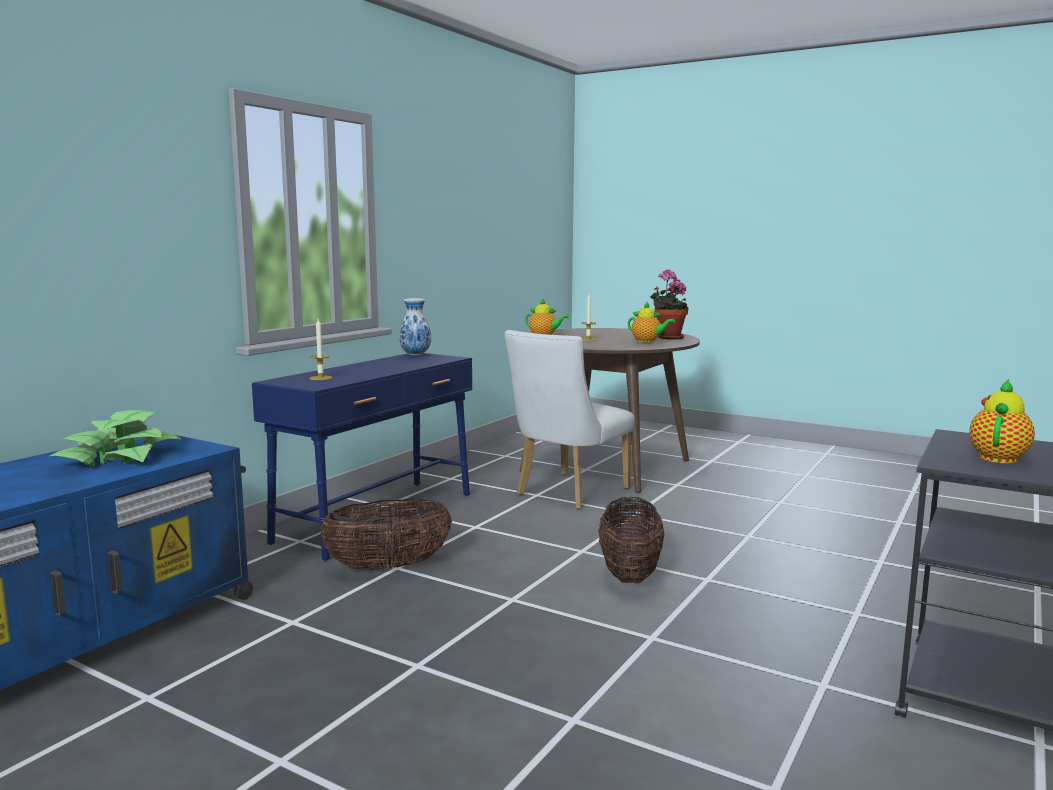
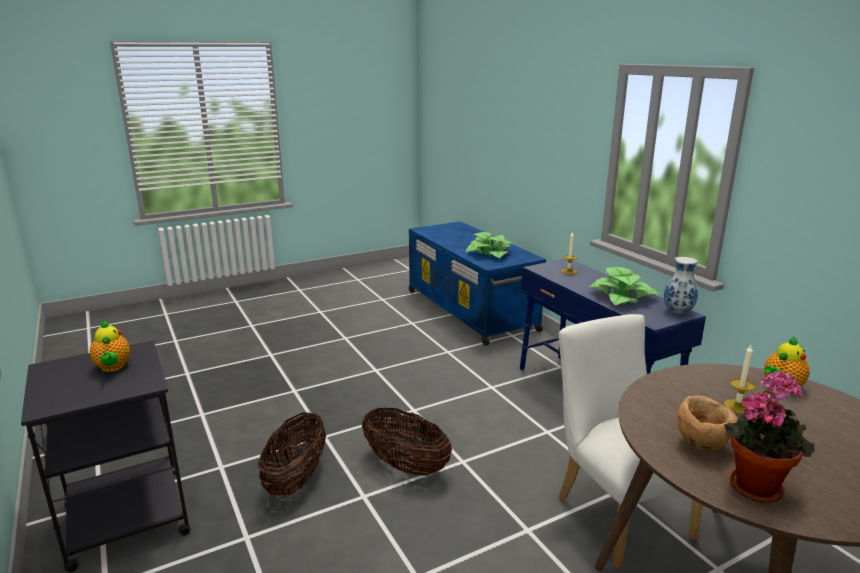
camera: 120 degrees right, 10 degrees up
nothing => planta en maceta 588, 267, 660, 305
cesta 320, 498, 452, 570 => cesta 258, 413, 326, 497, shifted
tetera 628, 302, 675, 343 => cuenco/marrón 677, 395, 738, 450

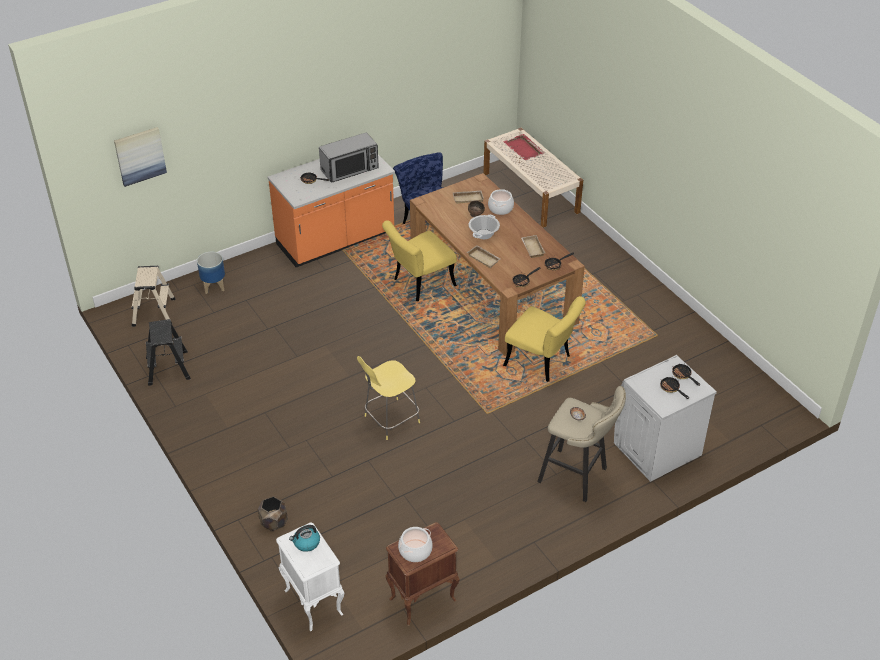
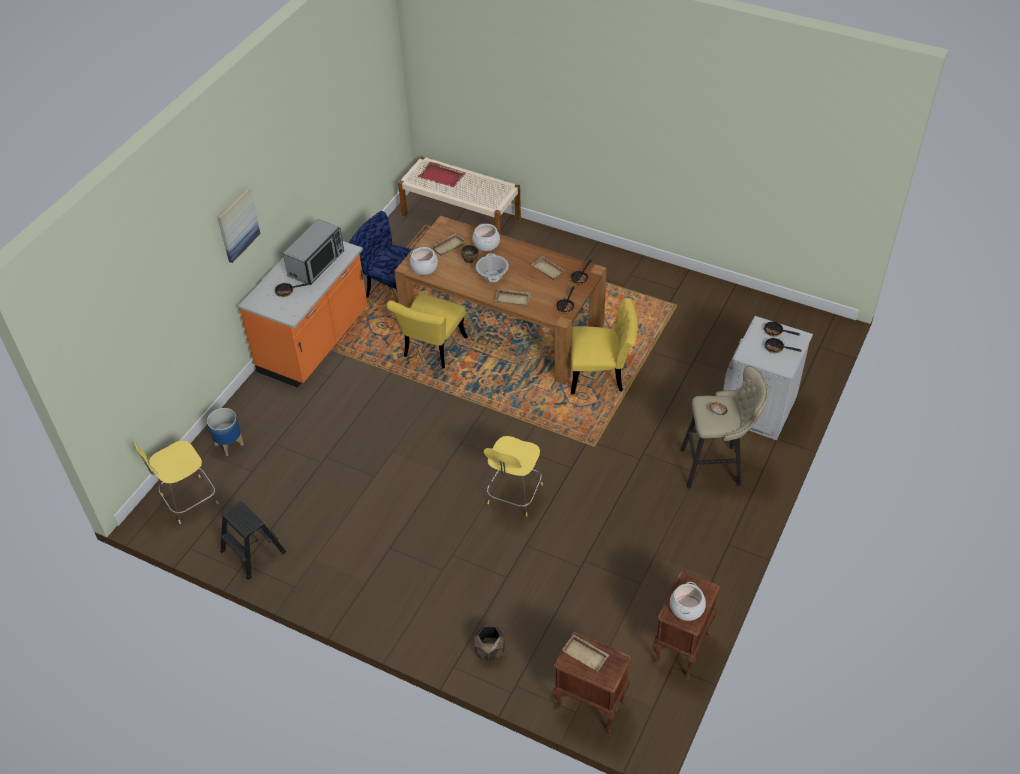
camera: 30 degrees left, 5 degrees up
nothing => olla 410, 247, 438, 275
cuadro 114, 127, 167, 187 => cuadro 217, 188, 261, 263, shifted
escalera de tijera/beis 131, 266, 176, 327 => taburete/amarillo 133, 441, 219, 524
hervidor 289, 525, 320, 552 => bandeja/beis 562, 634, 609, 672
mesita de noche/blanco 276, 522, 344, 632 => mesita de noche/marrón 552, 632, 631, 735

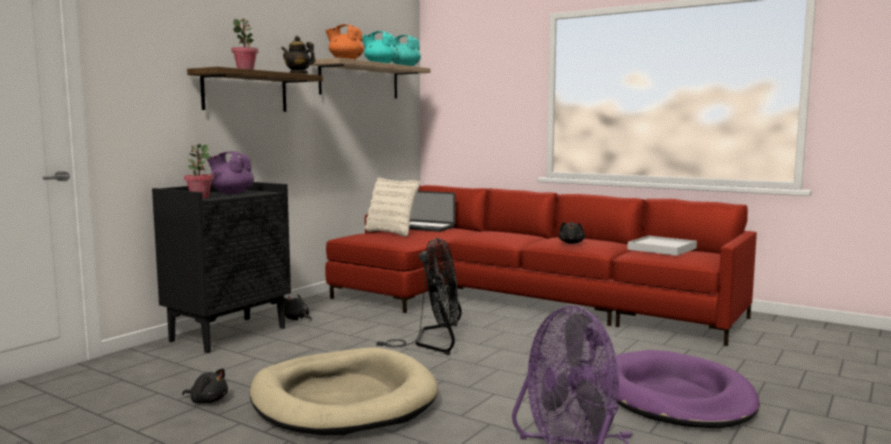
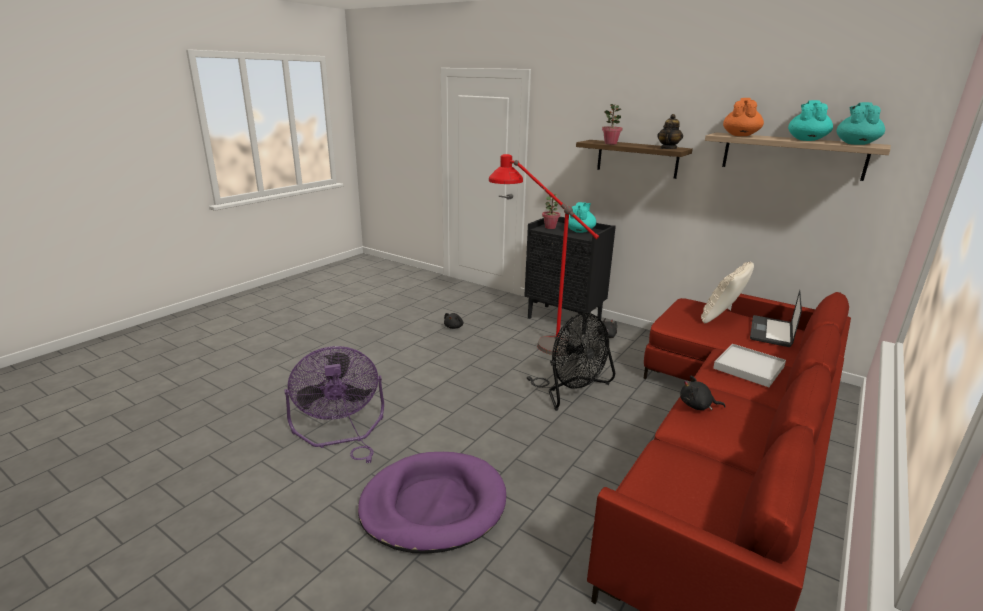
camera: 90 degrees right, 15 degrees up
cama para perro/beis 249, 347, 438, 435 => nothing
nothing => lámpara de pie/rojo 489, 154, 599, 356
bandeja/blanco 627, 236, 697, 256 => bandeja/blanco 713, 344, 786, 387, shifted
tetera/morado 207, 151, 254, 194 => tetera/turquesa 568, 202, 596, 233
ventilador/negro 375, 238, 462, 355 => ventilador/negro 527, 313, 615, 411, 45 degrees counterclockwise

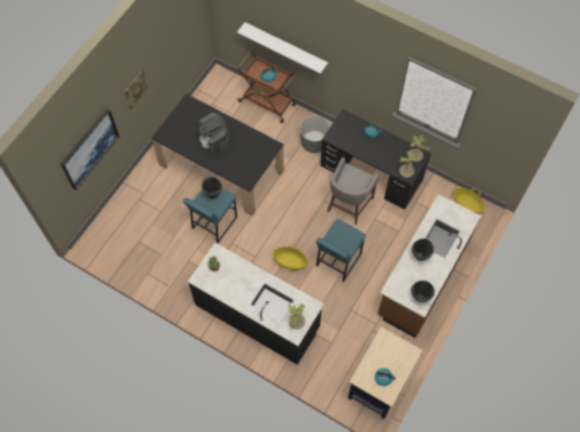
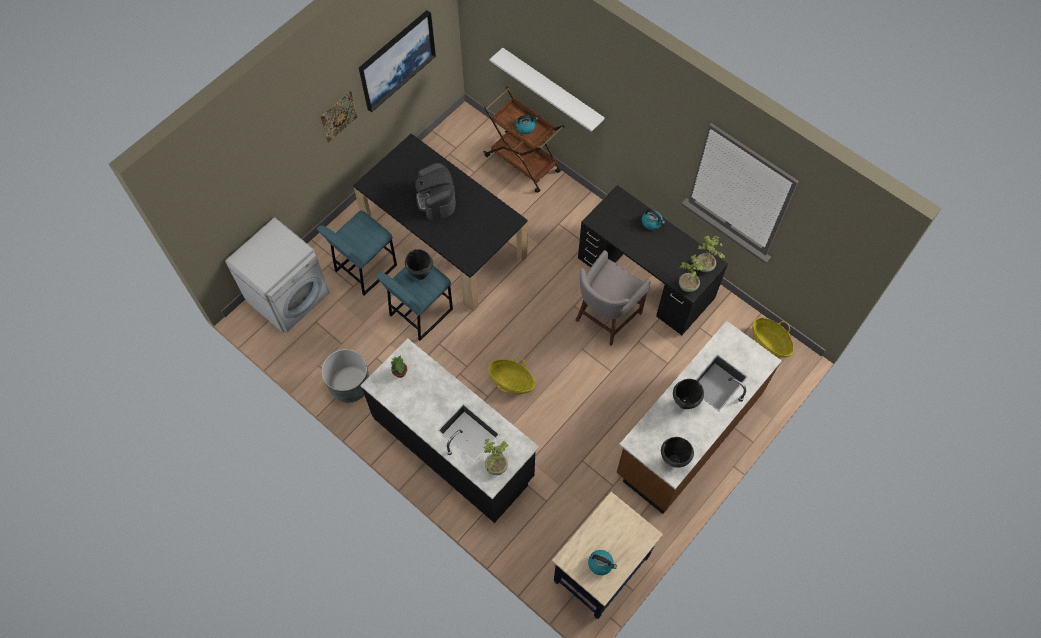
camera: 10 degrees right, 0 degrees up
nothing => lavadora/blanco 225, 217, 329, 332
cuadro 61, 108, 120, 190 => cuadro 359, 10, 436, 113, shifted
maceta/gris 300, 115, 330, 153 => maceta/gris 321, 349, 369, 403, shifted
taburete/azul 316, 219, 366, 282 => taburete/azul 317, 210, 397, 295, shifted

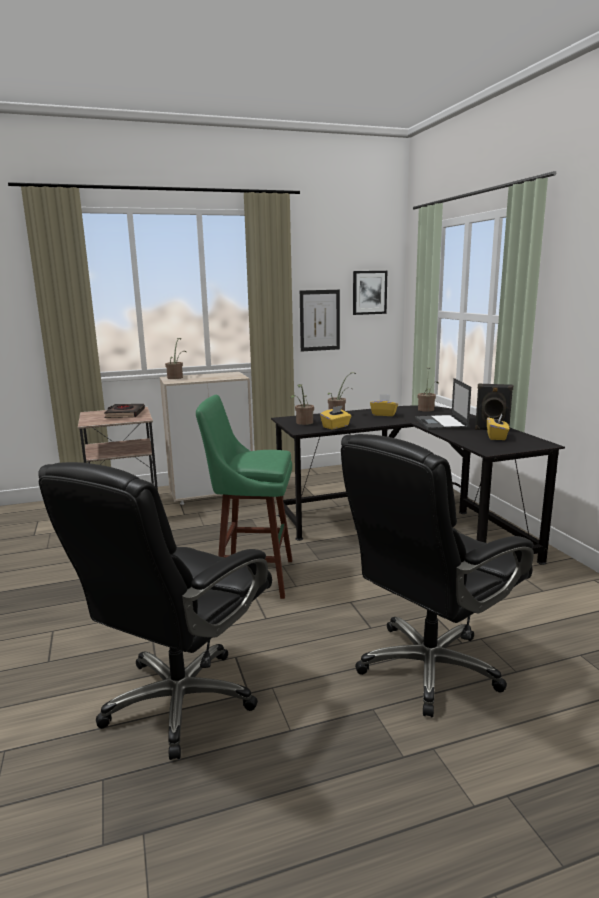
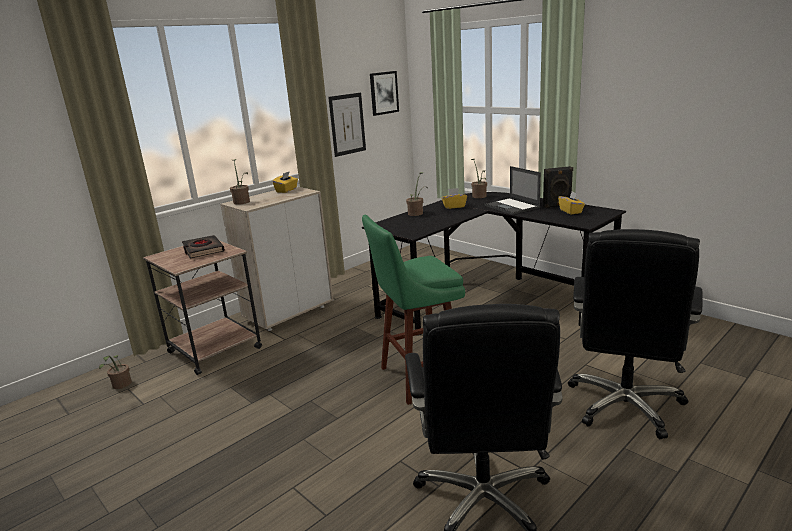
camera: 25 degrees left, 5 degrees up
planta en maceta 291, 384, 314, 425 => planta en maceta 99, 355, 132, 389, shifted
caja de pañuelos/amarillo 320, 405, 351, 430 => caja de pañuelos/amarillo 272, 171, 298, 193, shifted

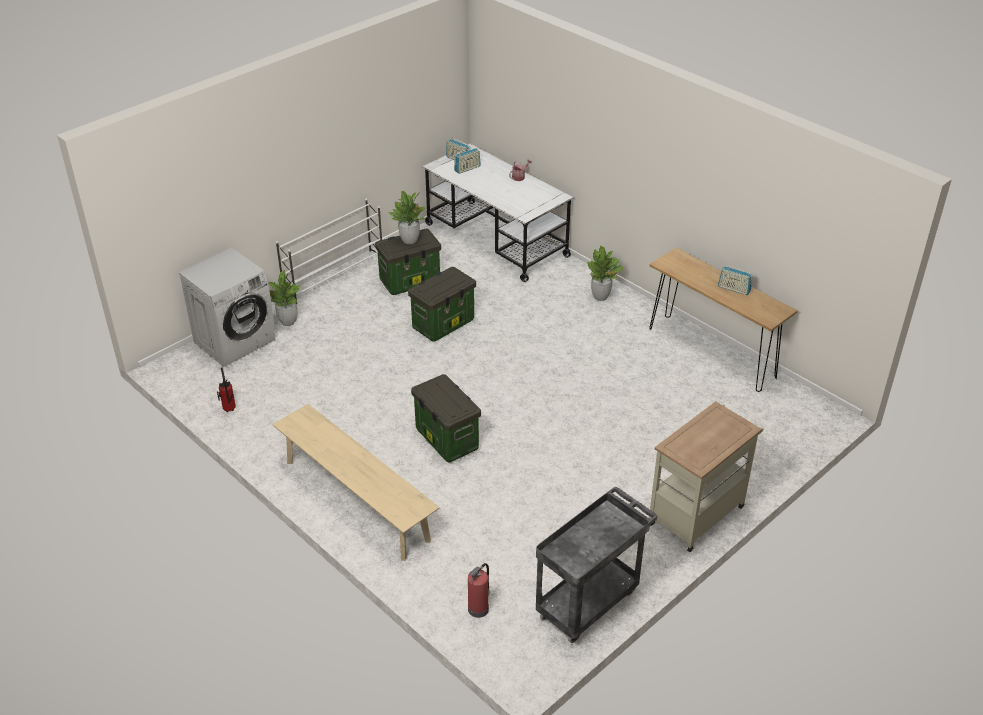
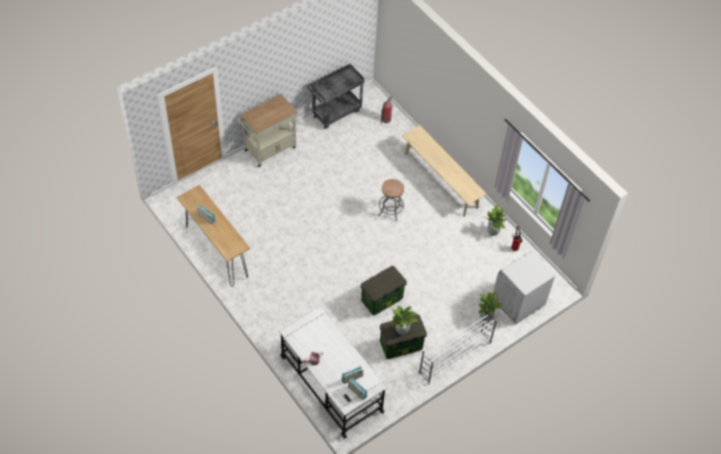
camera: 175 degrees left, 15 degrees up
planta en maceta 587, 246, 624, 301 => planta en maceta 483, 204, 506, 236, shifted
caja de almacenaje 411, 374, 481, 462 => taburete/gris 378, 179, 404, 221

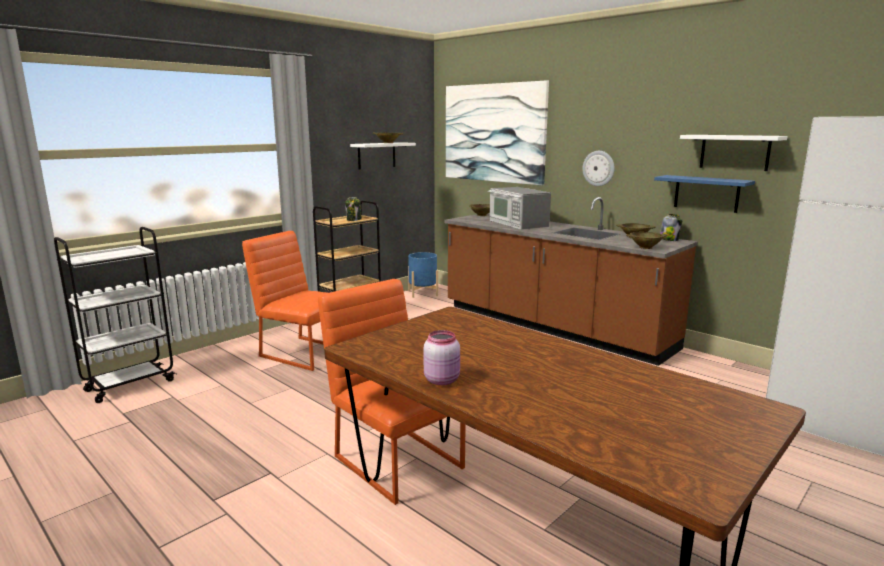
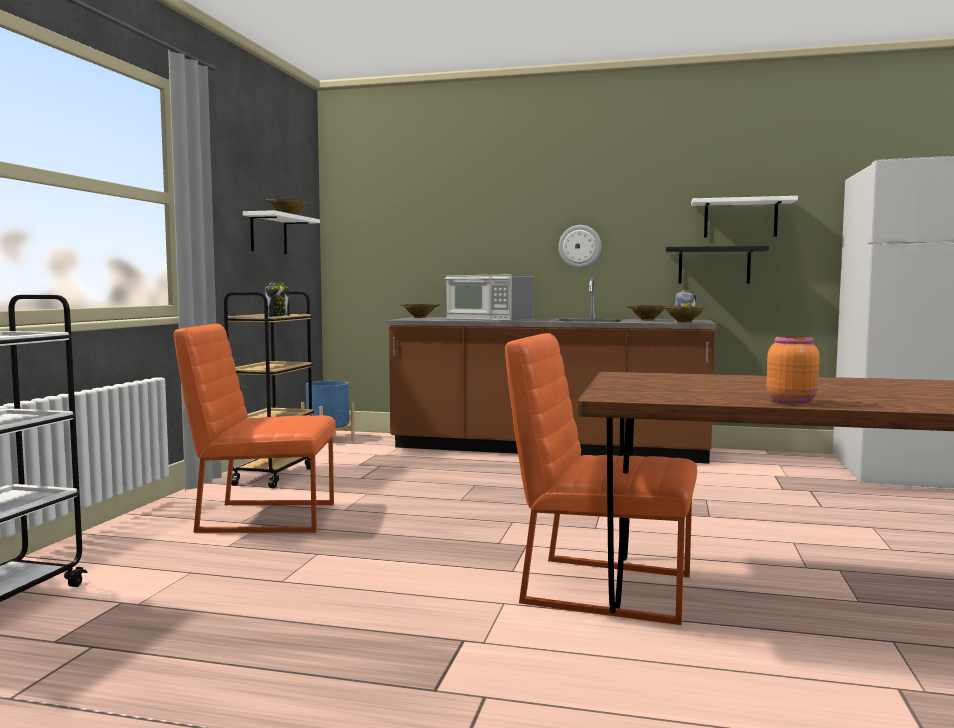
camera: 30 degrees left, 10 degrees down
cuadro 446, 80, 549, 186 => nothing
tarro/rosa 423, 330, 460, 385 => tarro/naranja 766, 336, 820, 404
estante/azul 654, 175, 755, 213 => estante/negro 666, 246, 769, 284

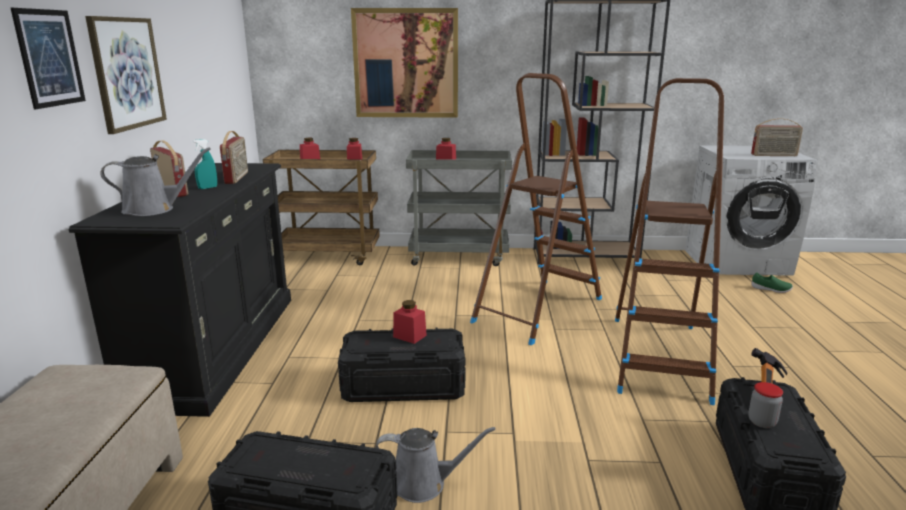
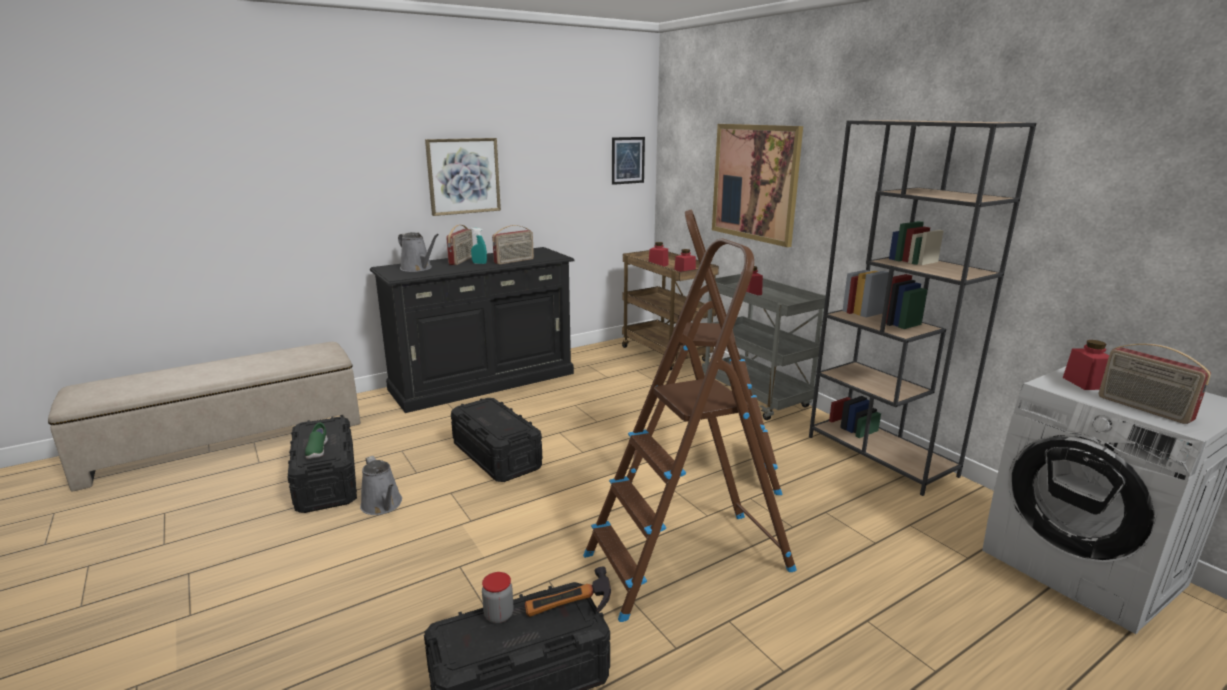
camera: 55 degrees right, 0 degrees up
cuadro 11, 8, 86, 109 => cuadro 612, 137, 645, 185, shifted
tarro/rojo 393, 300, 427, 344 => tarro/rojo 1063, 340, 1109, 390, shifted
zapato/verde 751, 272, 793, 293 => zapato/verde 305, 423, 328, 459, shifted

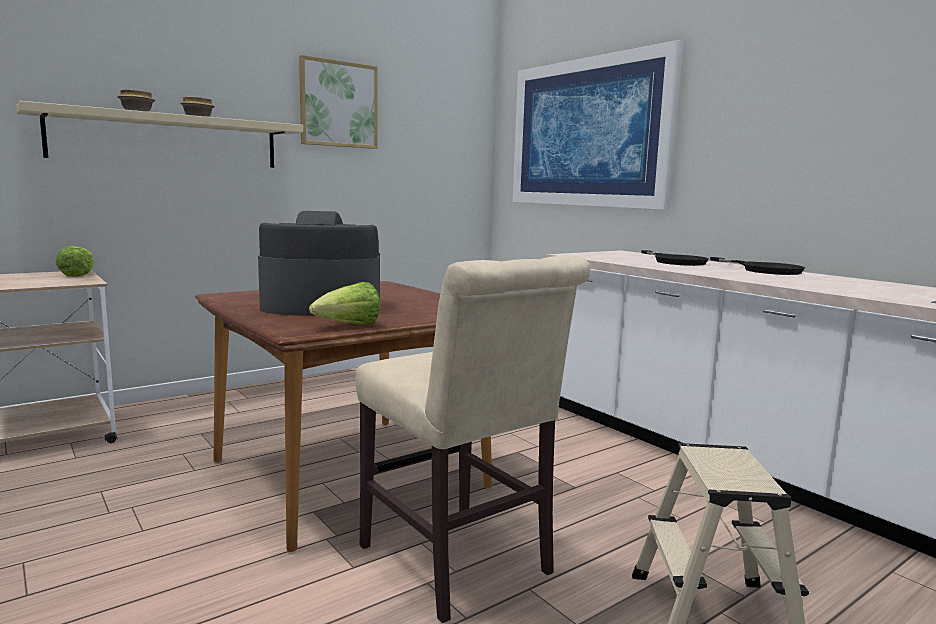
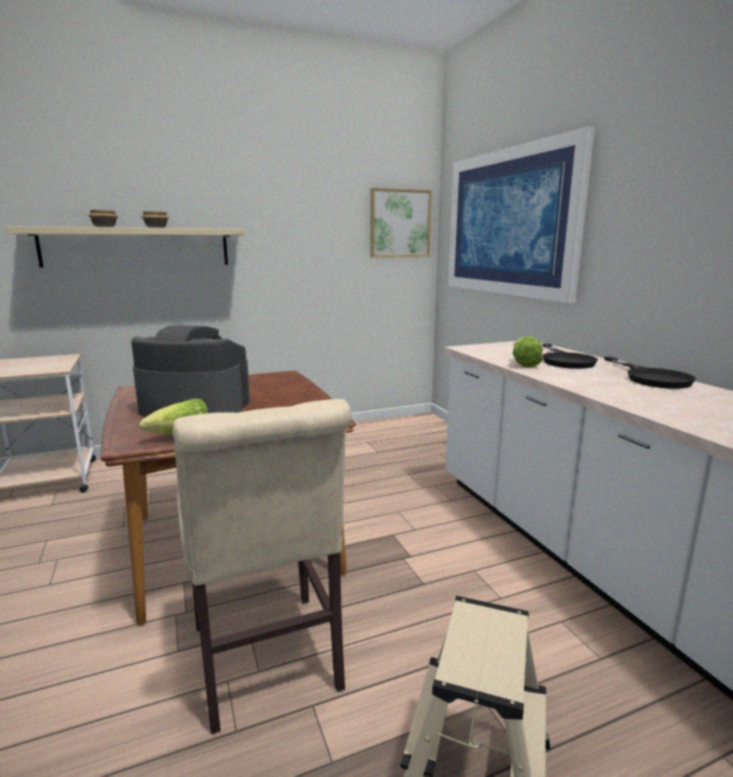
camera: 15 degrees right, 5 degrees up
lechuga 56, 245, 94, 277 => lechuga 512, 336, 543, 367, shifted
cuadro 299, 55, 378, 149 => cuadro 370, 188, 432, 257, shifted

